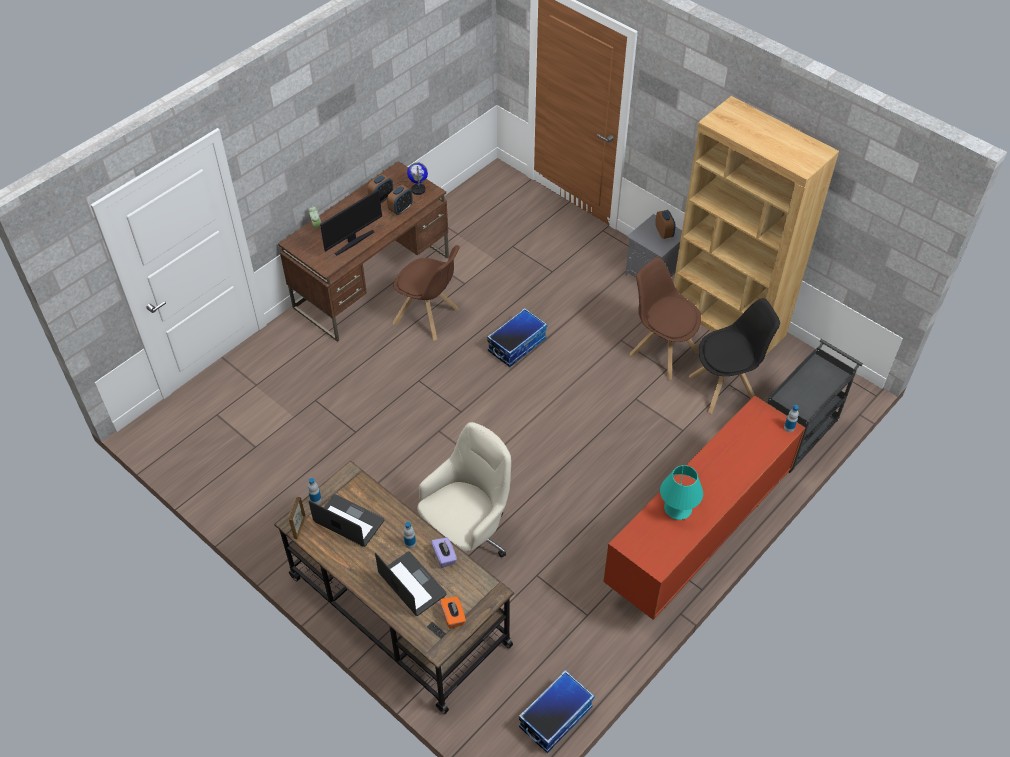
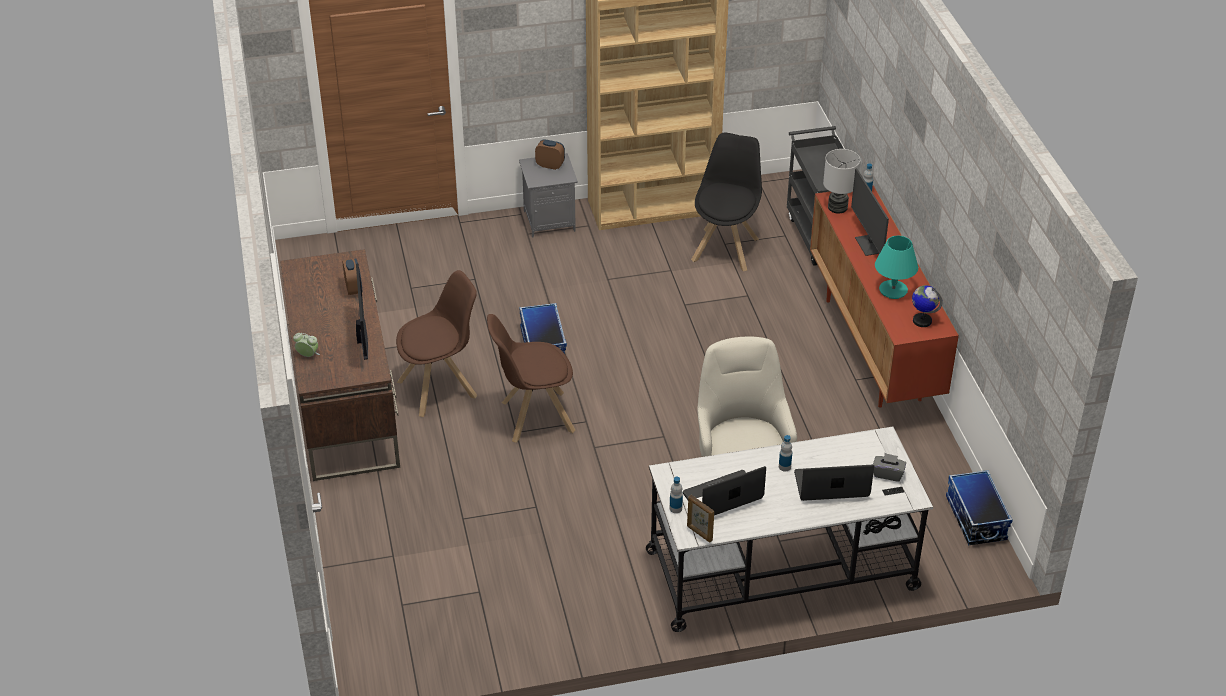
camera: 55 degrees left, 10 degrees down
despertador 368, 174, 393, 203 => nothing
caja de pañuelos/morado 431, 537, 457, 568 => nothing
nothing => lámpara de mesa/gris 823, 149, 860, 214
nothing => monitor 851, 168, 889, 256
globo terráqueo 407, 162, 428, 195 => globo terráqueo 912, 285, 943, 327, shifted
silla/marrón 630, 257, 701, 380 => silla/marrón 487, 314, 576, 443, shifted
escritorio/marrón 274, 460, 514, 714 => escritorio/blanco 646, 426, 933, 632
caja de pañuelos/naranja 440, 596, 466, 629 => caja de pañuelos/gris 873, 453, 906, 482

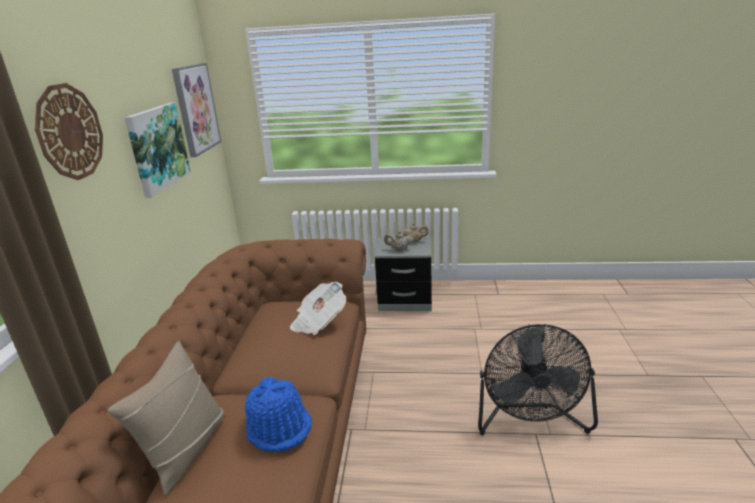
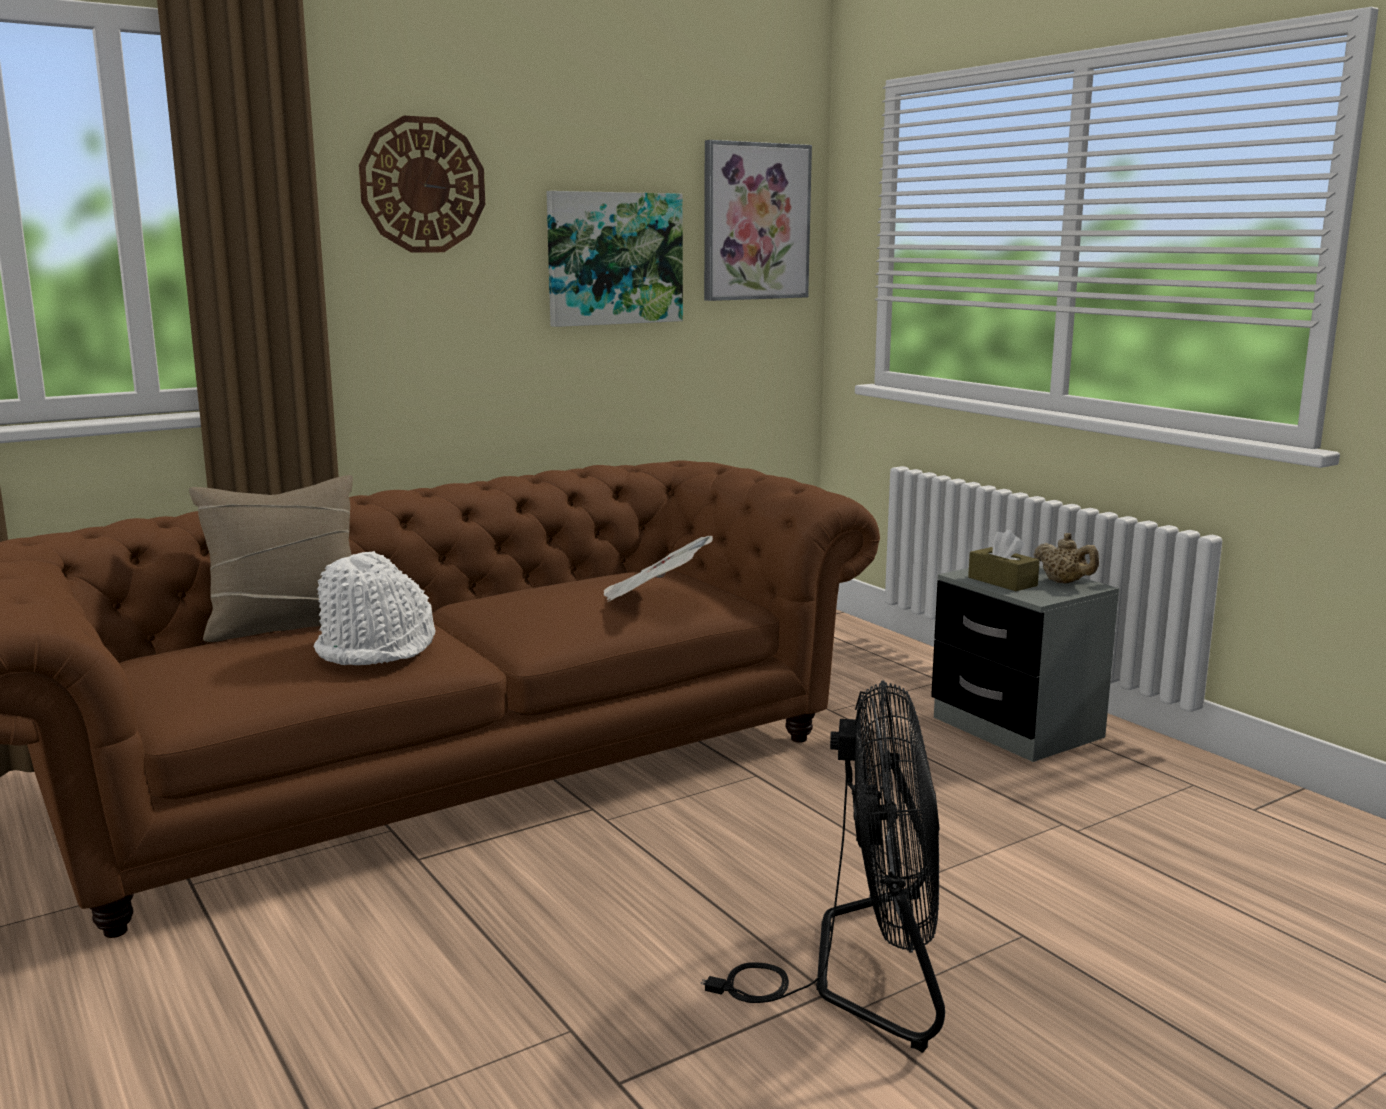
camera: 50 degrees right, 10 degrees down
tetera/beis 384, 231, 414, 251 => caja de pañuelos/marrón 968, 530, 1040, 591
sombrero/azul 244, 377, 312, 452 => sombrero/blanco 314, 551, 435, 665
ventilador/negro 478, 324, 598, 436 => ventilador/negro 701, 680, 945, 1053, 135 degrees counterclockwise

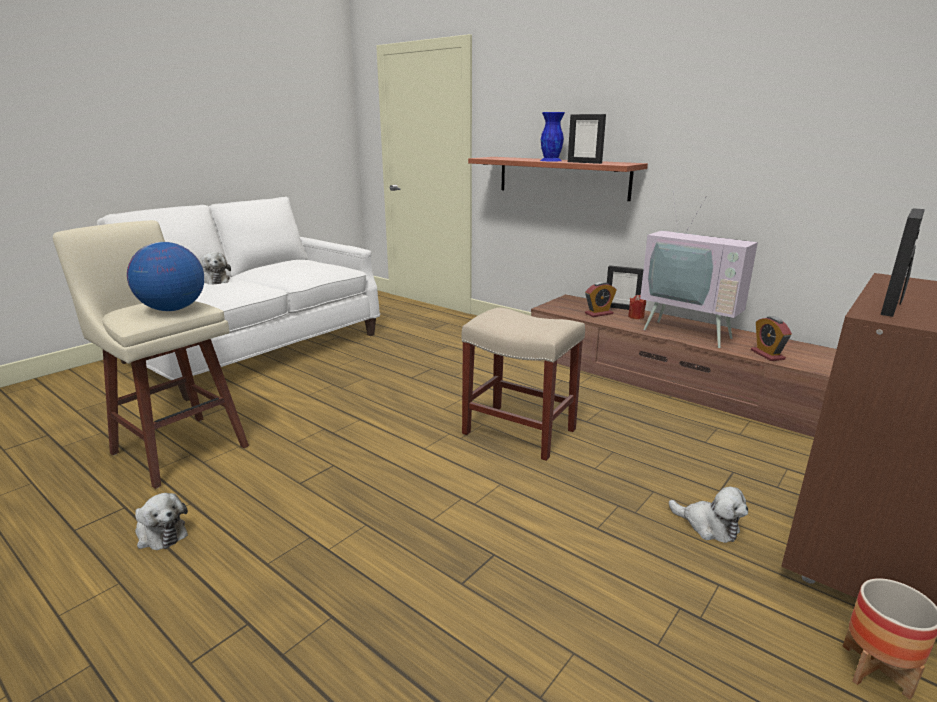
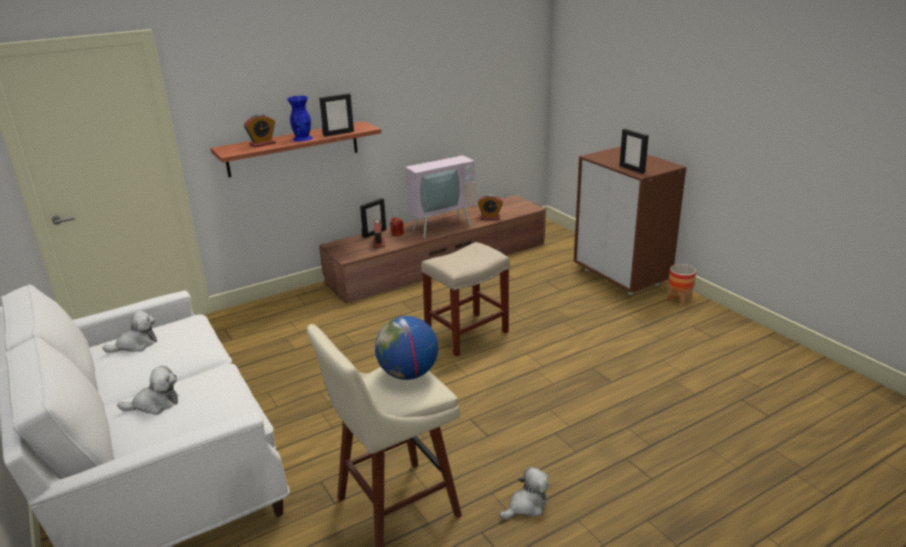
camera: 70 degrees left, 5 degrees up
nothing => despertador 244, 114, 276, 148
peluche 669, 487, 748, 543 => peluche 102, 310, 157, 353, shifted

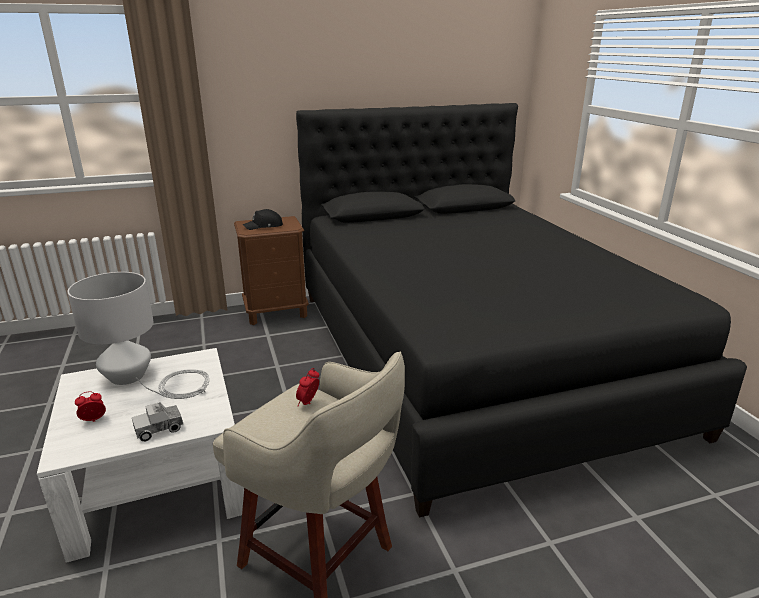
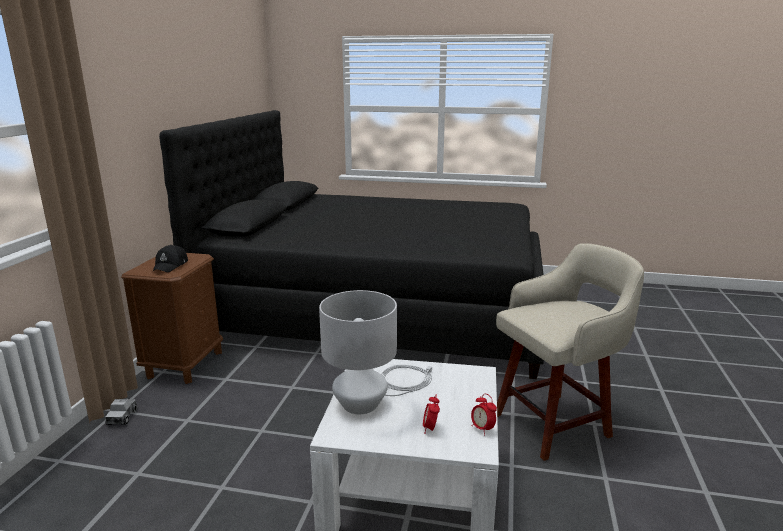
camera: 60 degrees left, 5 degrees down
camión de juguete 132, 402, 183, 442 => camión de juguete 105, 399, 137, 425, shifted
despertador 296, 368, 319, 406 => despertador 471, 394, 497, 435, shifted

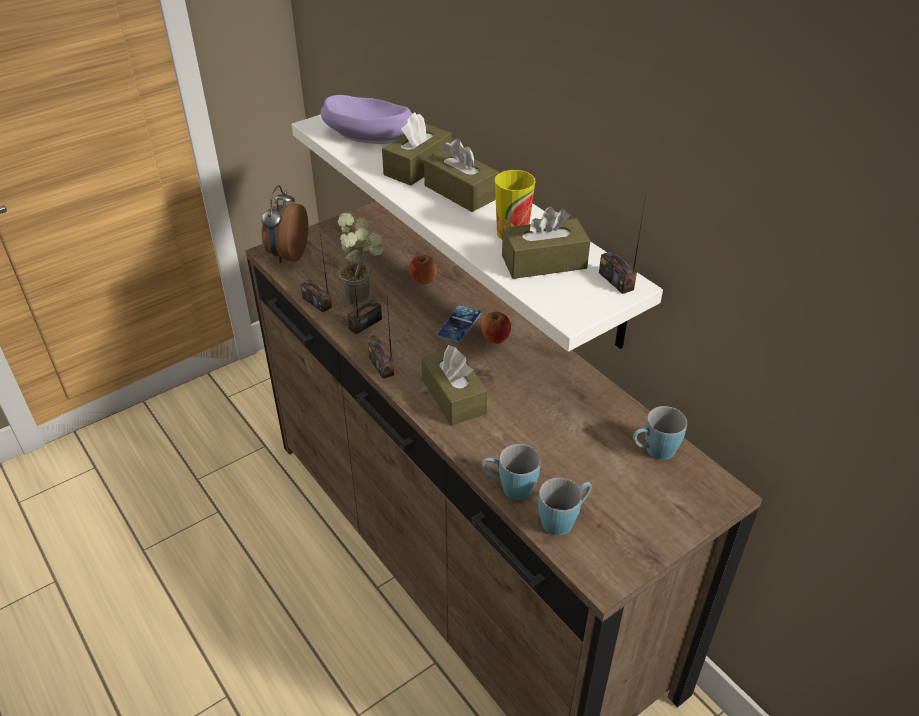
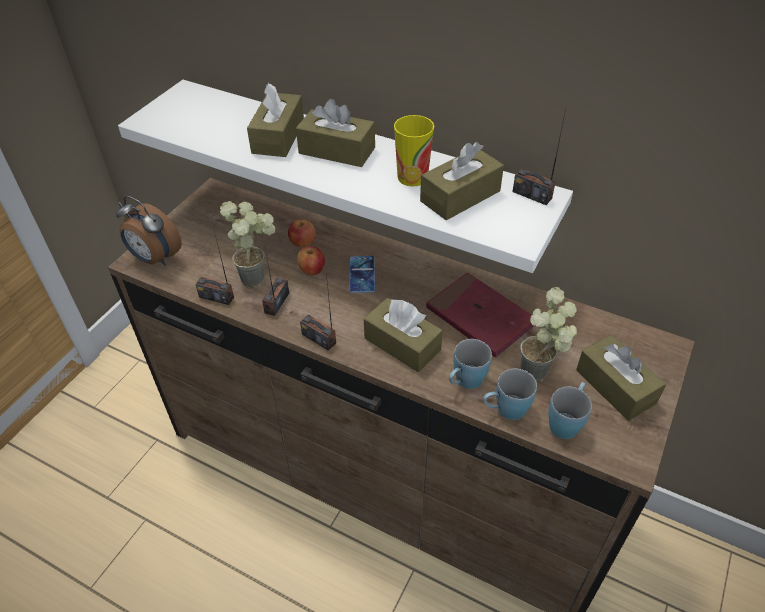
camera: 25 degrees left, 5 degrees up
cuenco/morado 321, 95, 412, 144 => nothing
nothing => libro/rojo 426, 272, 535, 357
nothing => planta en maceta 520, 287, 577, 382
nothing => caja de pañuelos/marrón 576, 335, 666, 421
manzana 481, 312, 511, 344 => manzana 297, 246, 325, 275, shifted
taza grande/azul 633, 406, 687, 460 => taza grande/azul 449, 339, 492, 389, shifted
despertador 262, 185, 308, 264 => despertador 116, 196, 182, 266, 45 degrees counterclockwise

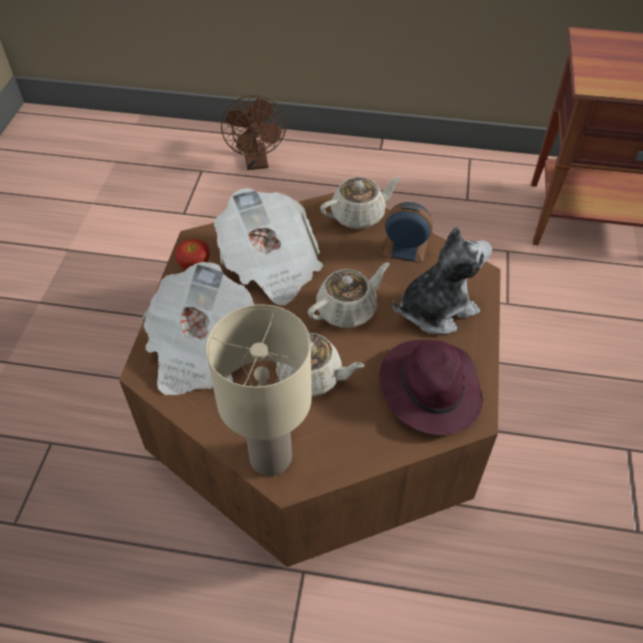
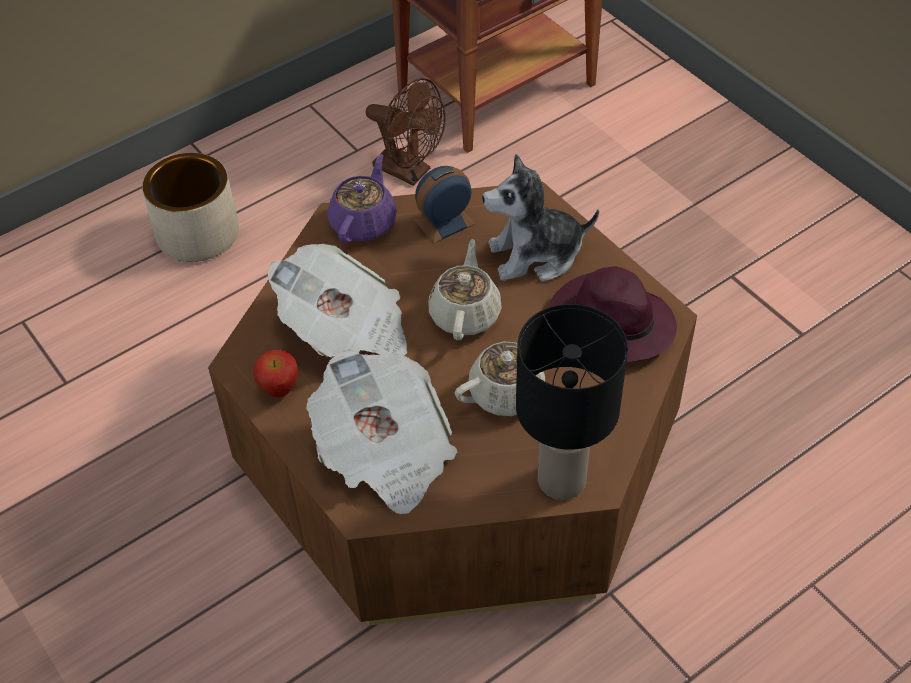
camera: 45 degrees left, 0 degrees up
nothing => maceta/beis 142, 153, 239, 262
ventilador/marrón 221, 95, 286, 170 => ventilador/marrón 366, 78, 446, 186, shifted
lámpara de mesa/beis 206, 304, 312, 476 => lámpara de mesa/negro 516, 304, 628, 500
tetera/beis 320, 177, 401, 229 => tetera/morado 327, 154, 397, 243
peluche 393, 227, 492, 334 => peluche 482, 154, 599, 282, 120 degrees counterclockwise

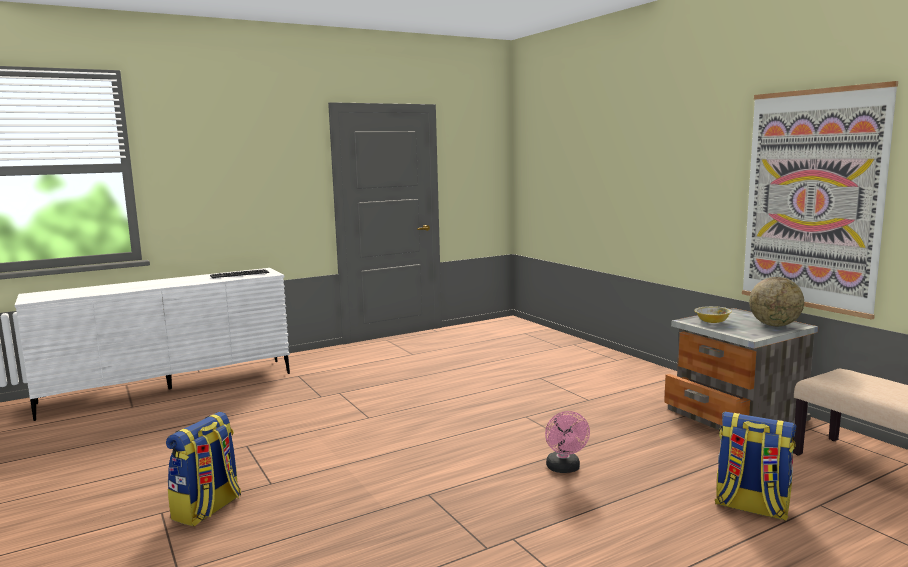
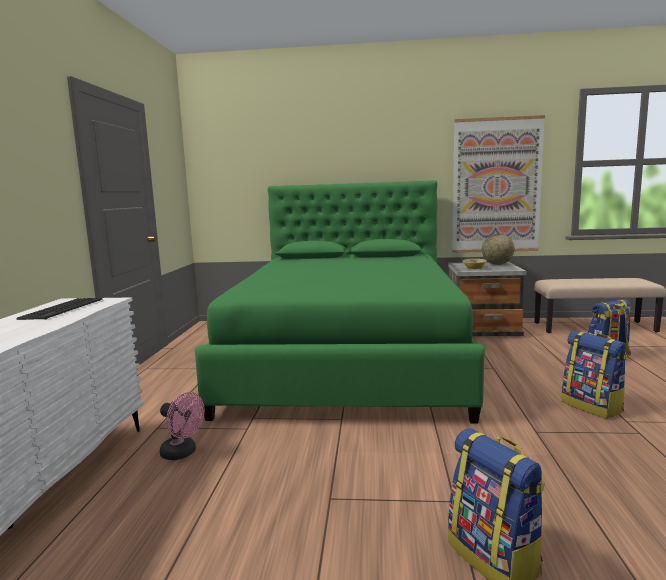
camera: 55 degrees left, 0 degrees up
nothing => cama/verde 195, 180, 485, 424
nothing => mochila 562, 331, 627, 419
ventilador/rosa 545, 411, 590, 473 => ventilador/rosa 160, 392, 205, 460, shifted

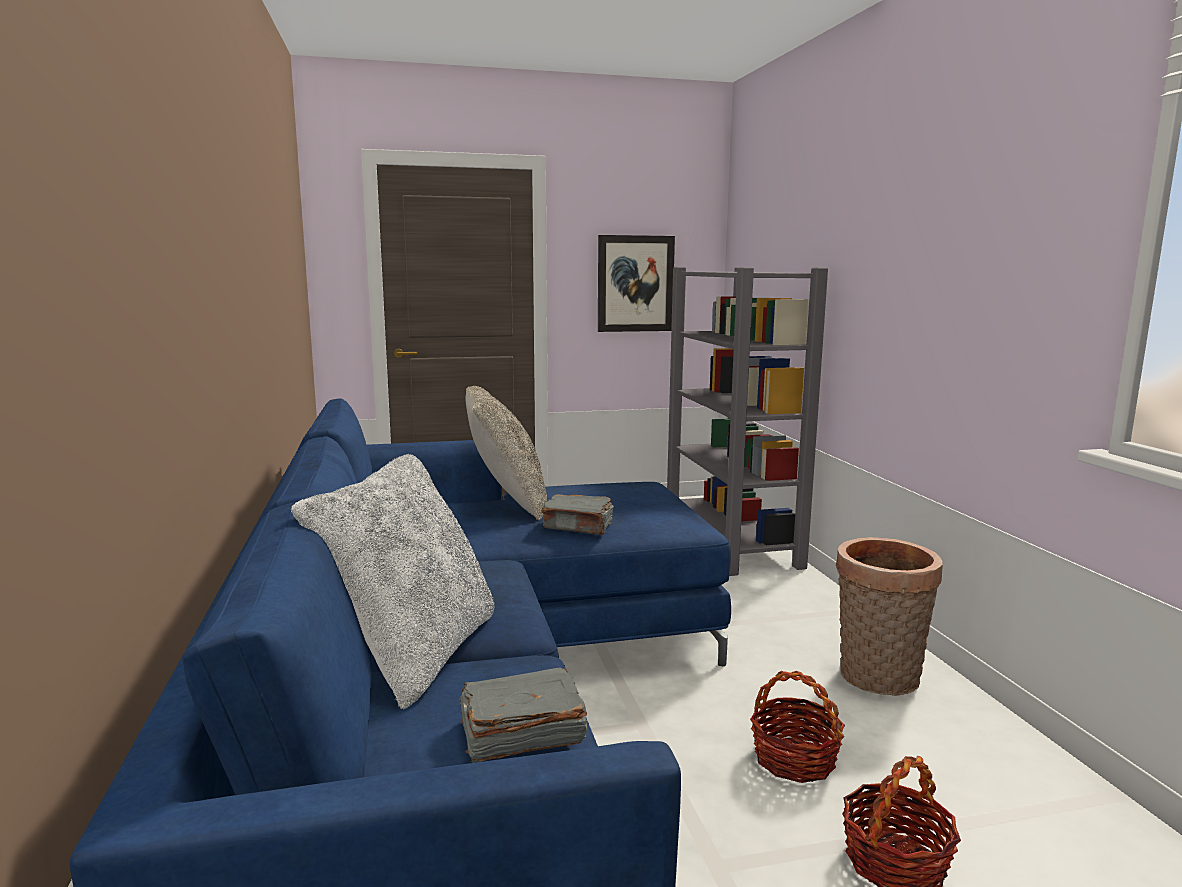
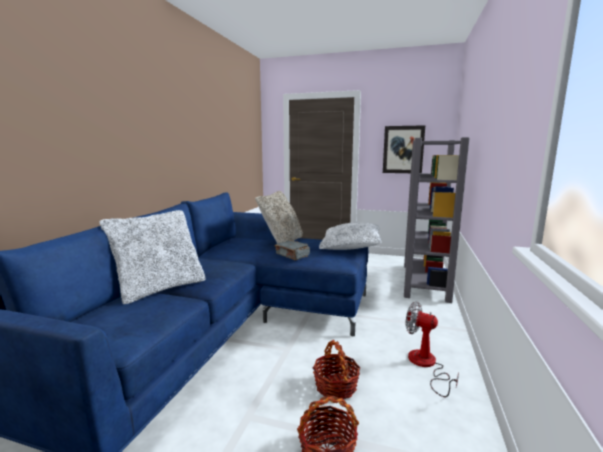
camera: 30 degrees right, 0 degrees up
libro/gris 459, 668, 587, 763 => nothing
nothing => cojín/blanco 319, 222, 382, 250
cesta 836, 537, 943, 696 => ventilador 406, 302, 459, 397

